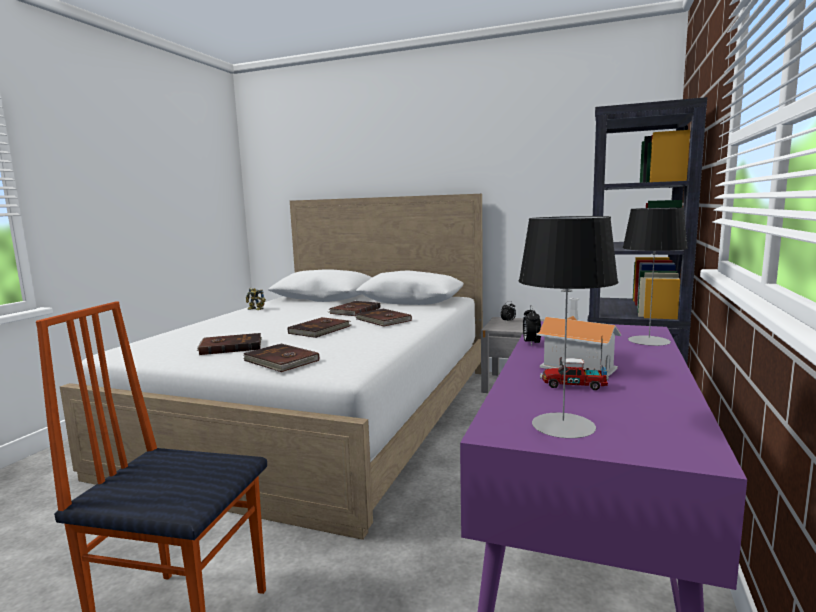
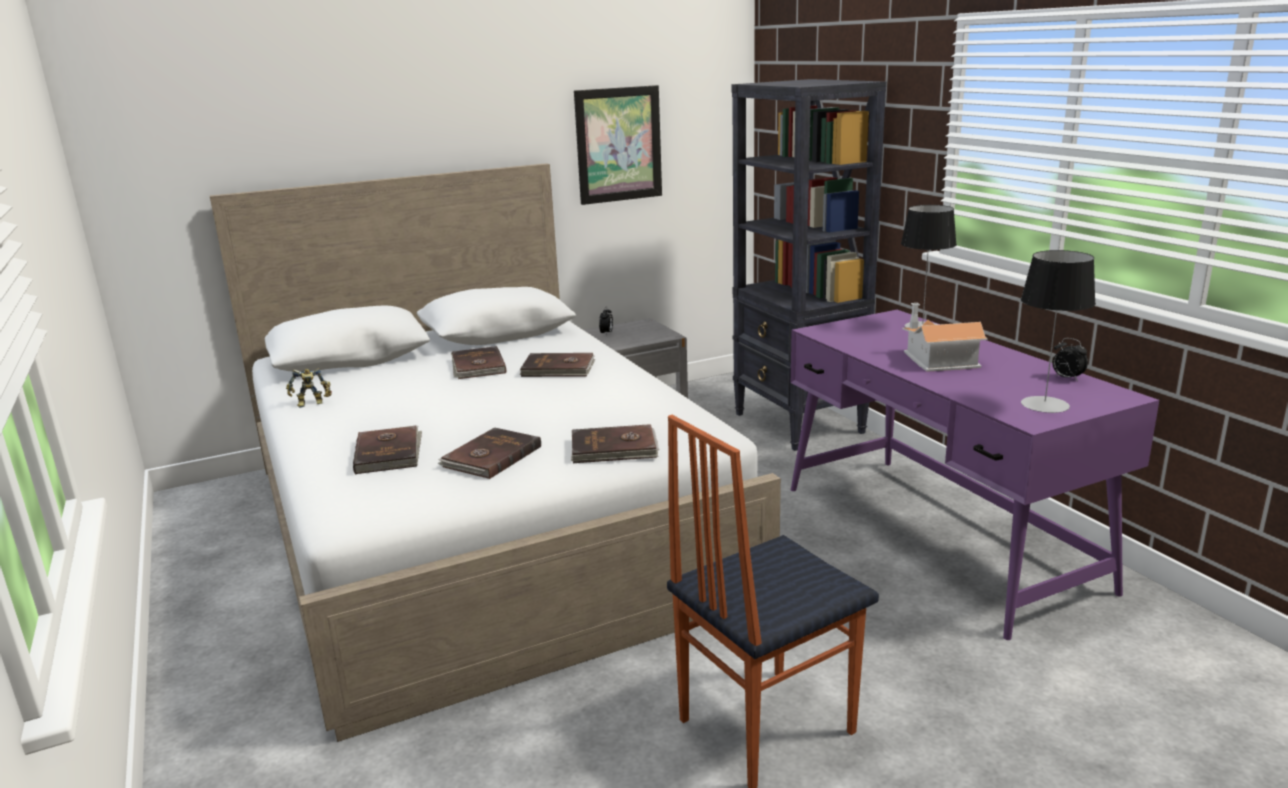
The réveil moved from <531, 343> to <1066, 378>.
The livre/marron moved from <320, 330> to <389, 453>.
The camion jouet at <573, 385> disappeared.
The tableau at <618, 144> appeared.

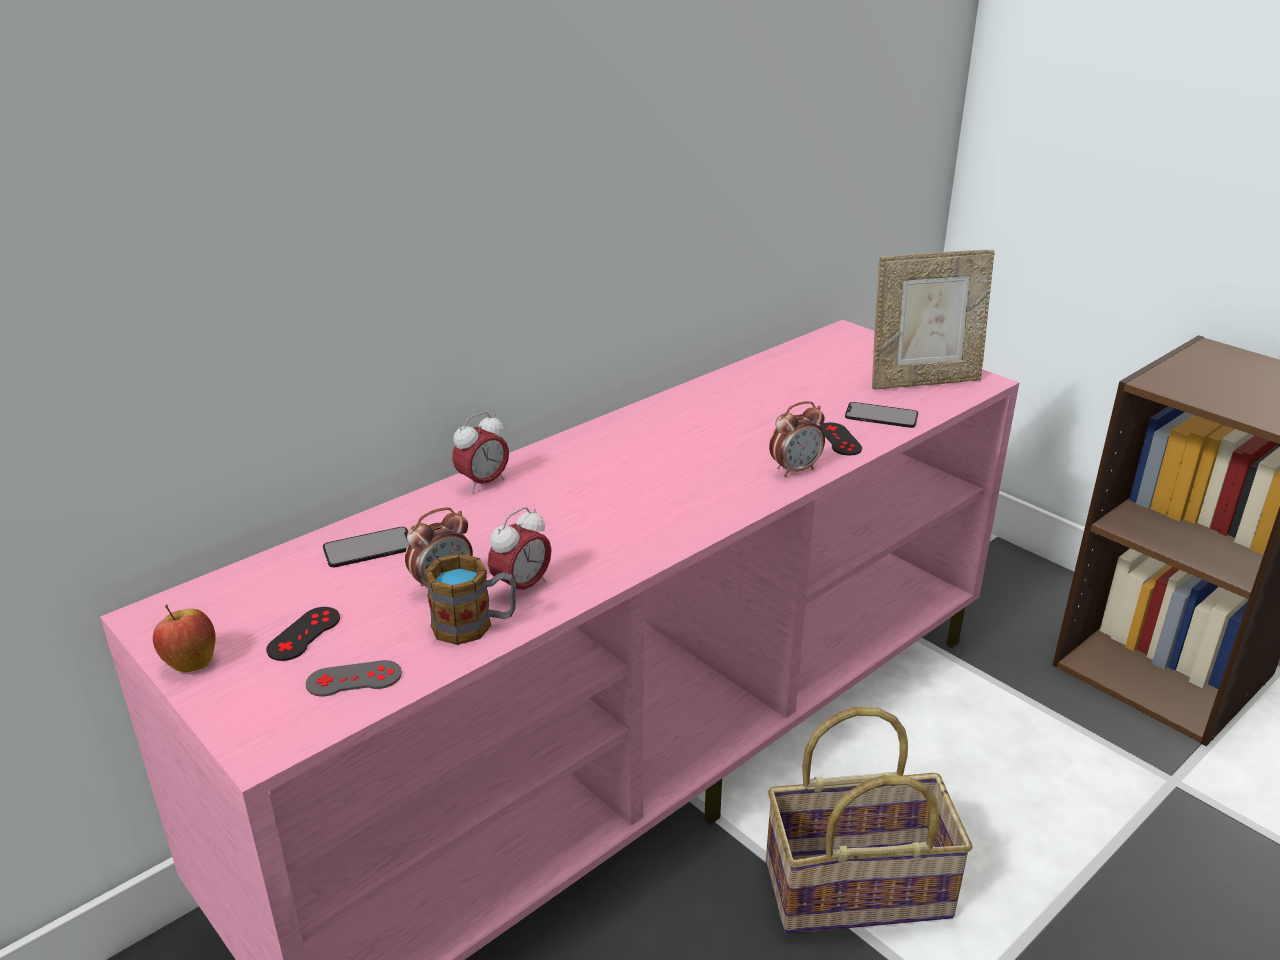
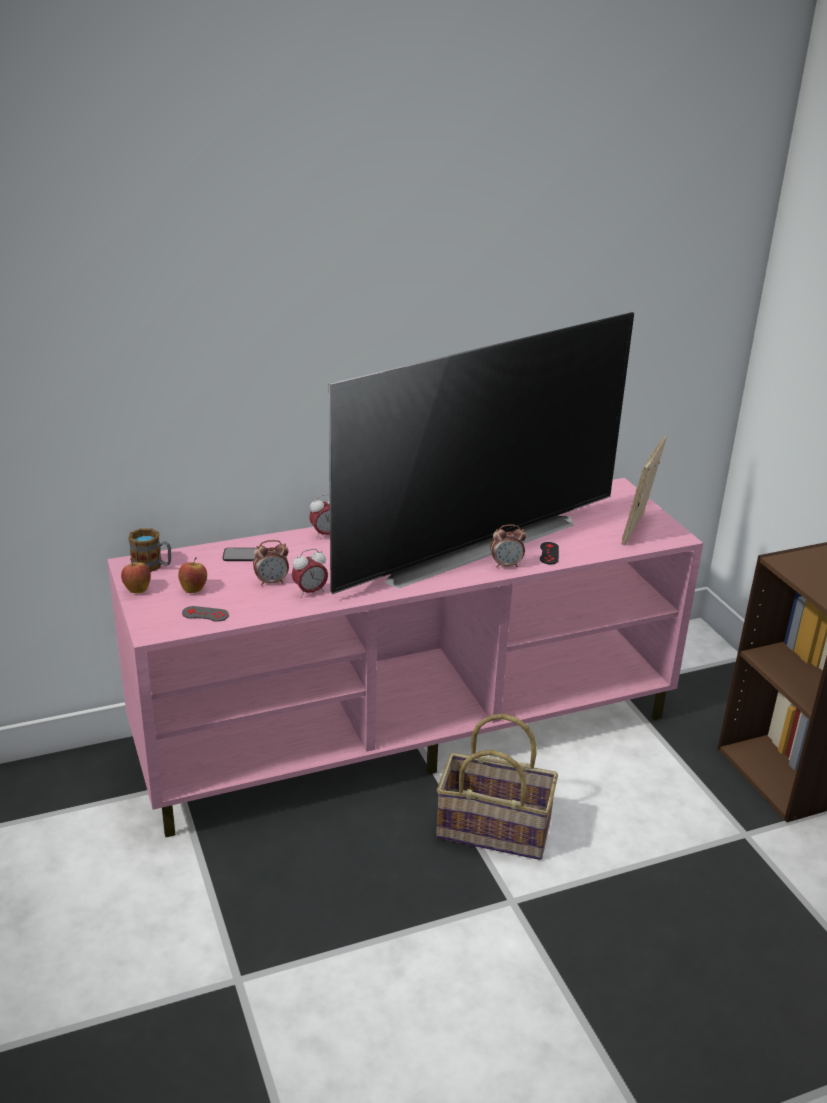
The cadre photo at <923, 381> turned 105 degrees clockwise.
The téléphone at <881, 415> disappeared.
The mug moved from <474, 625> to <152, 566>.
The manette/noir at <304, 634> was replaced by the pomme at <193, 589>.
The téléviseur at <471, 542> appeared.

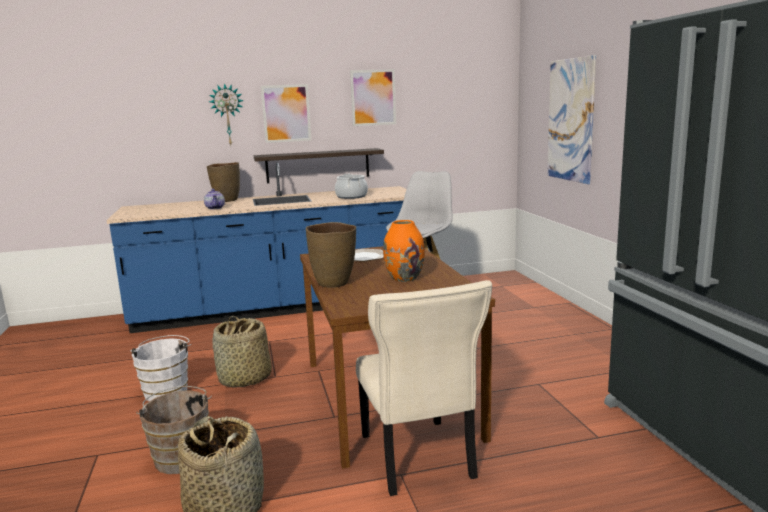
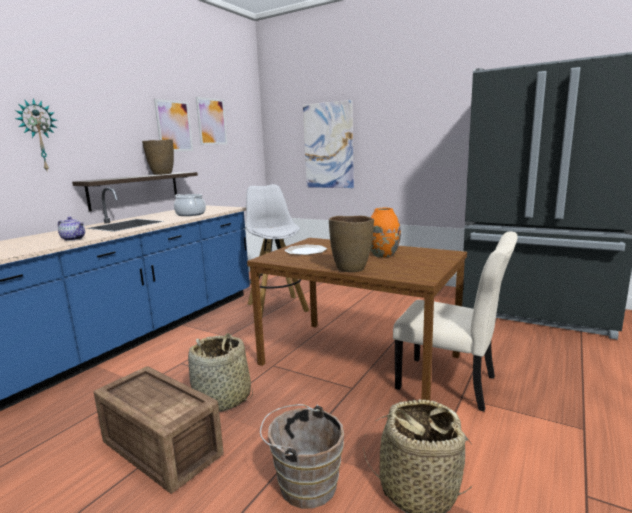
The tableau moved from <286, 113> to <211, 121>.
The vase/marron moved from <226, 200> to <162, 174>.
The seau/blanc at <167, 390> was replaced by the caisse at <162, 446>.

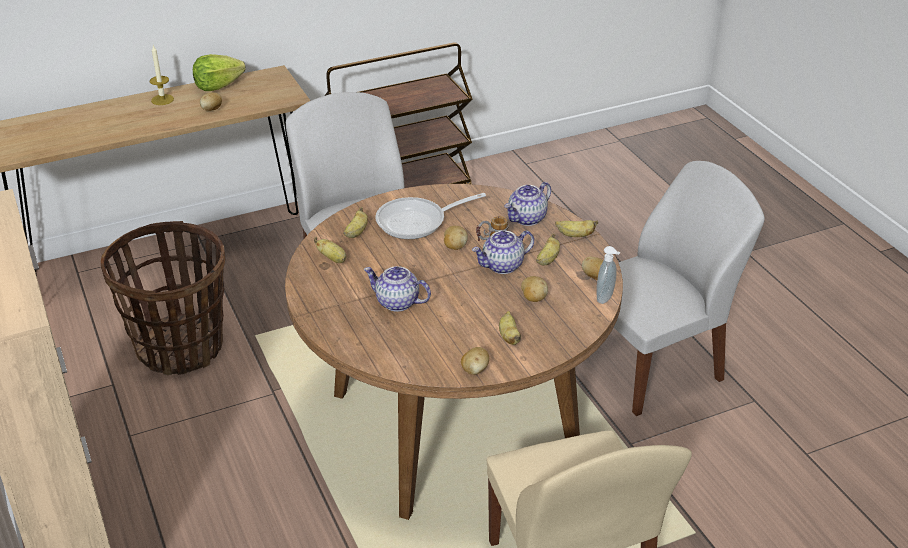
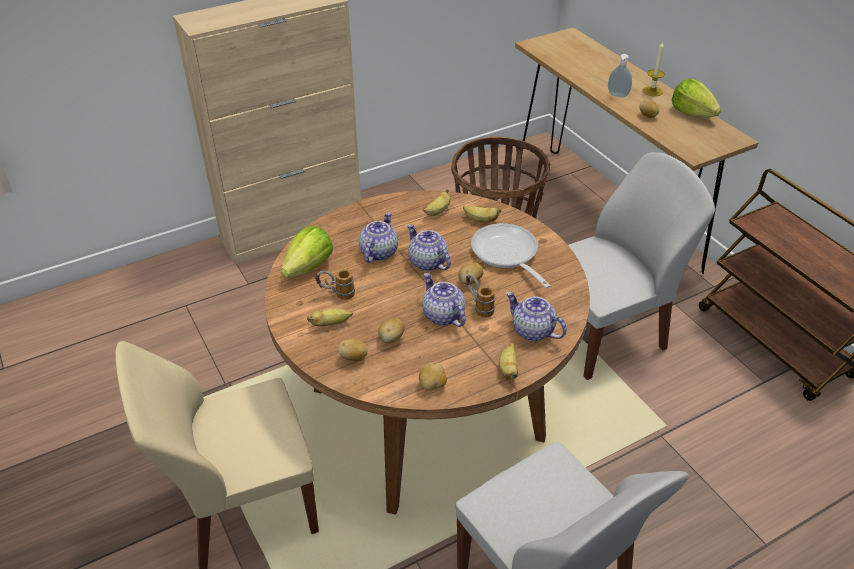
The banane at <547, 260> disappeared.
The distributeur de savon moved from <606, 298> to <617, 96>.
The pomme de terre moved from <475, 370> to <353, 358>.
The théière at <427, 262> appeared.
The laitue at <309, 267> appeared.
The mug at <336, 294> appeared.

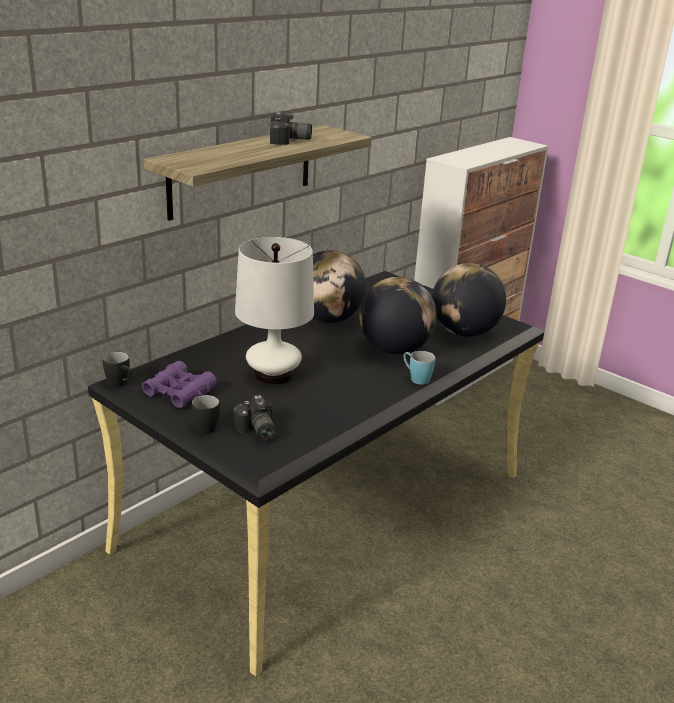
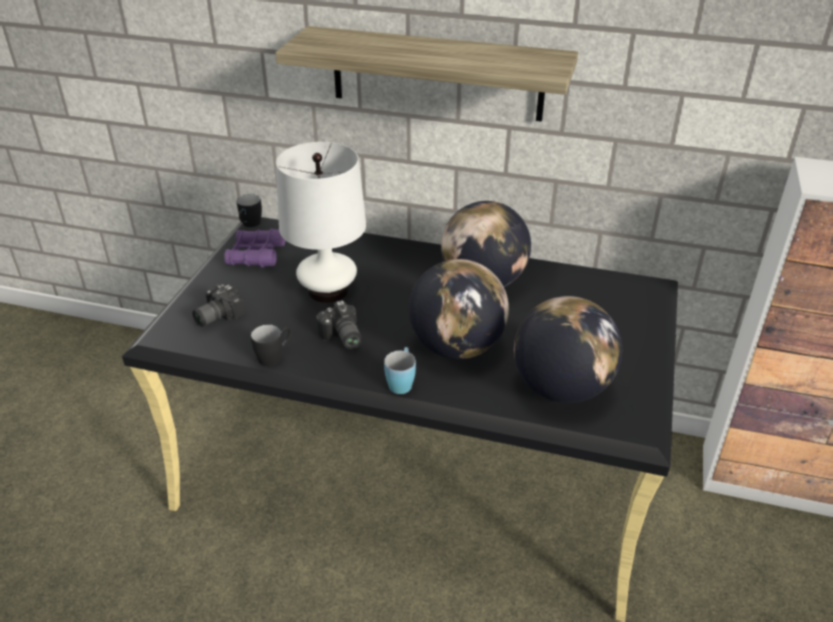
The appareil photo moved from <290, 141> to <341, 338>.
The mug/noir moved from <205, 425> to <274, 356>.

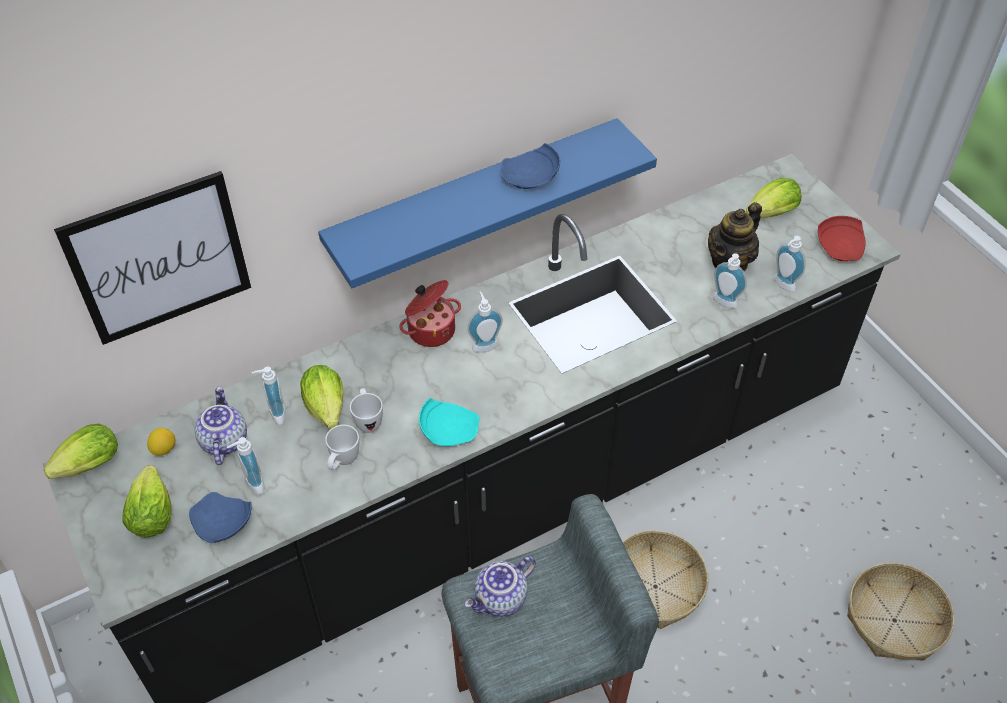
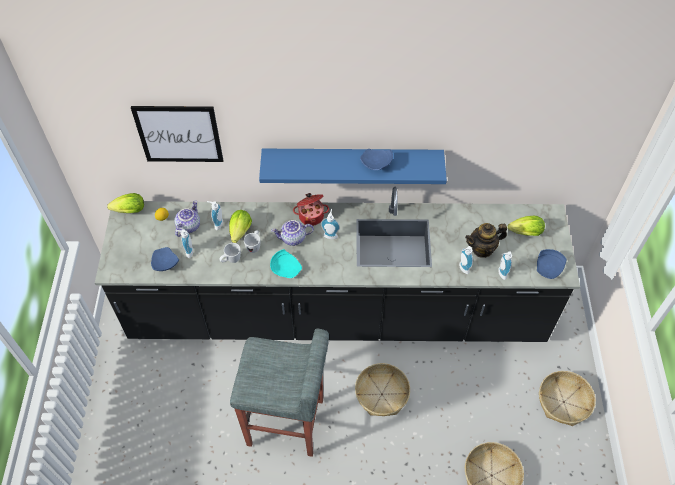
The assiette/rouge at <841, 247> became the assiette/bleu at <549, 268>.
The laitue at <152, 511> disappeared.
The théière moved from <501, 599> to <293, 239>.
The panier at <564, 402> appeared.

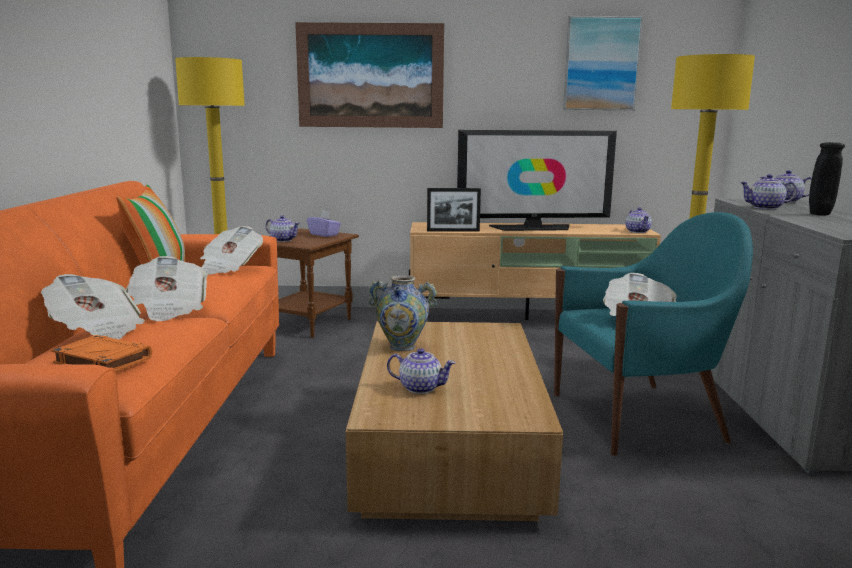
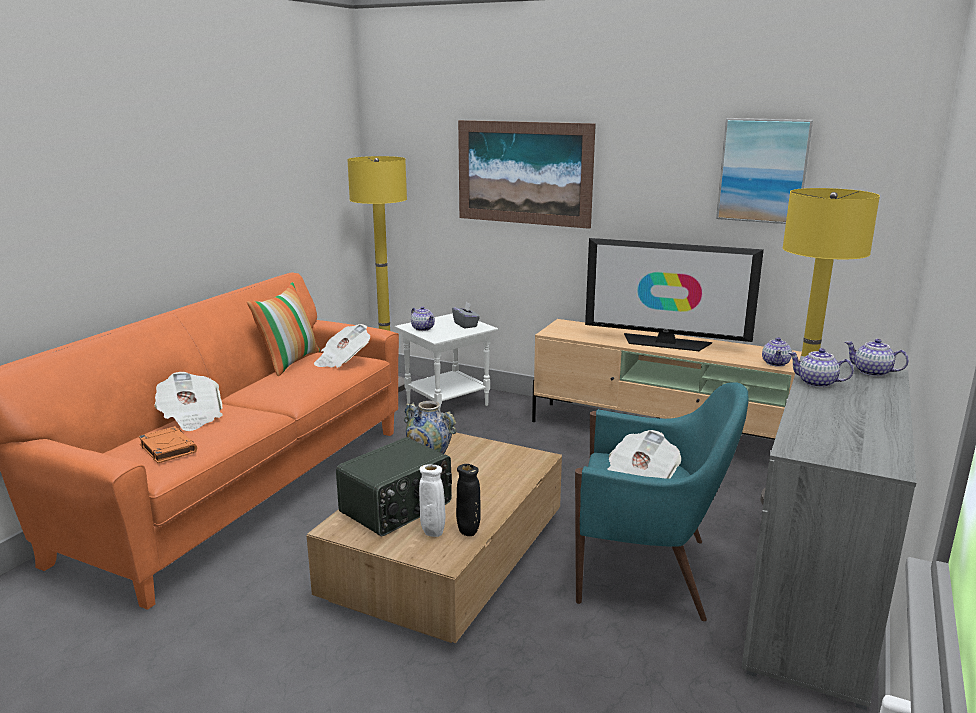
The vase/noir moved from <820, 215> to <468, 533>.
The cadre photo at <453, 231> disappeared.
The boîte à mouchoirs/violet at <324, 234> became the boîte à mouchoirs/gris at <466, 325>.
The table d'appoint/marron at <308, 323> became the table d'appoint/blanc at <448, 404>.
The journal at <169, 309> disappeared.
The théière at <420, 387> was replaced by the radio at <397, 508>.
The vase/blanc at <432, 534> appeared.

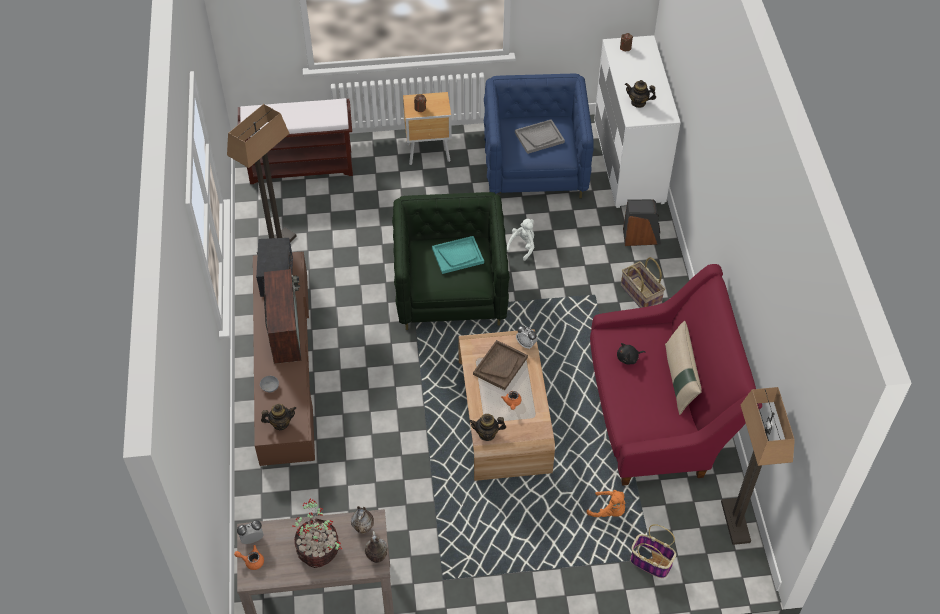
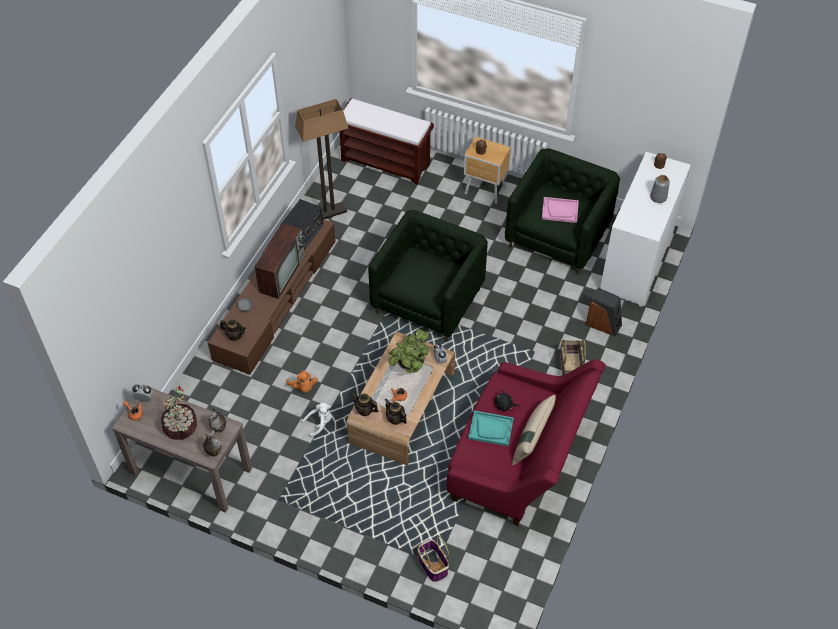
The fauteuil/bleu at <535, 169> became the fauteuil/vert at <558, 236>.
The théière moved from <638, 102> to <395, 419>.
The plateau/gris at <539, 137> became the plateau/rose at <560, 210>.
The peluche/blanc moved from <522, 246> to <320, 423>.
The plateau/turquoise moved from <458, 256> to <491, 429>.
The plateau/marron at <500, 366> was replaced by the plante en pot at <409, 367>.
The lampadaire at <736, 522> disappeared.
The peluche/orange moved from <609, 511> to <303, 387>.
The vase/gris at <658, 197> appeared.

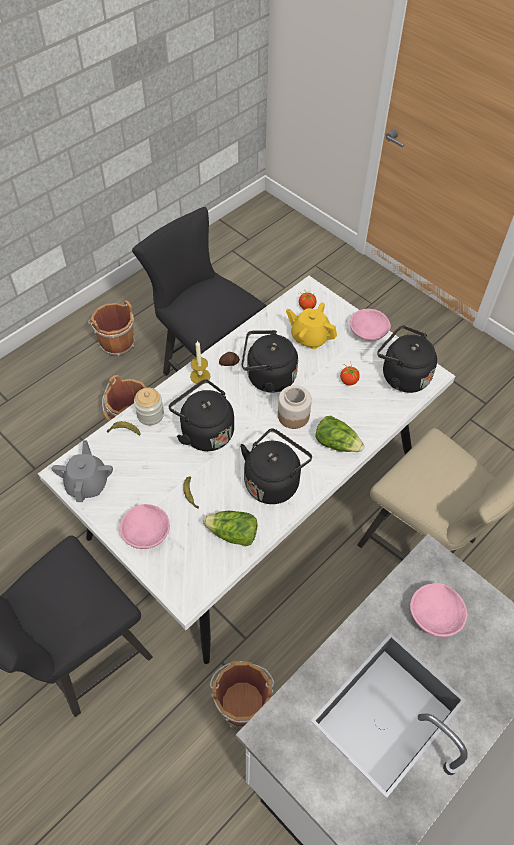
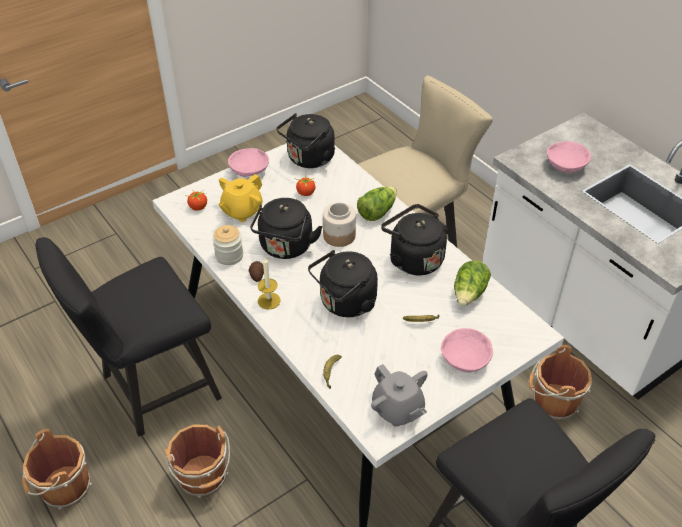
The bocal moved from <150, 415> to <229, 256>.
The théière/gris at <87, 483> turned 135 degrees counterclockwise.

